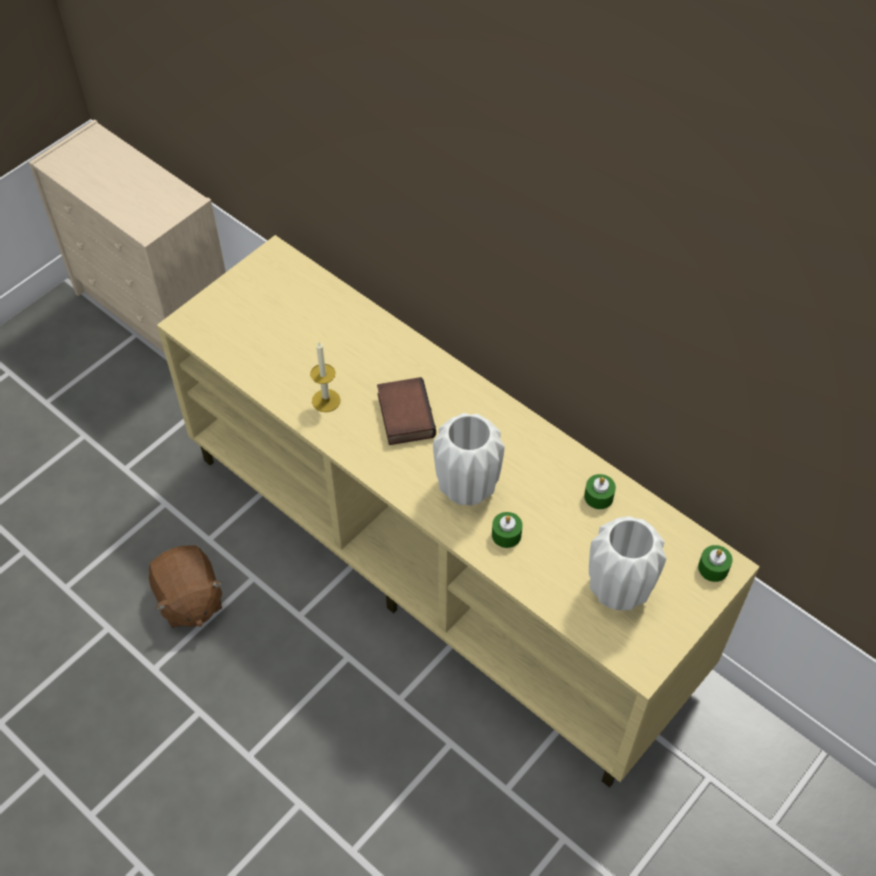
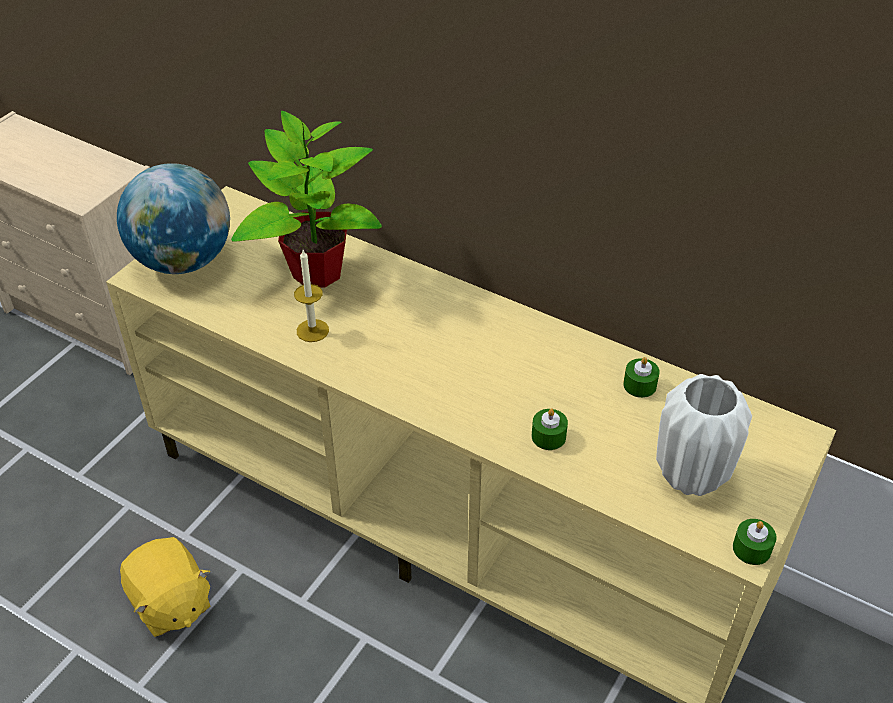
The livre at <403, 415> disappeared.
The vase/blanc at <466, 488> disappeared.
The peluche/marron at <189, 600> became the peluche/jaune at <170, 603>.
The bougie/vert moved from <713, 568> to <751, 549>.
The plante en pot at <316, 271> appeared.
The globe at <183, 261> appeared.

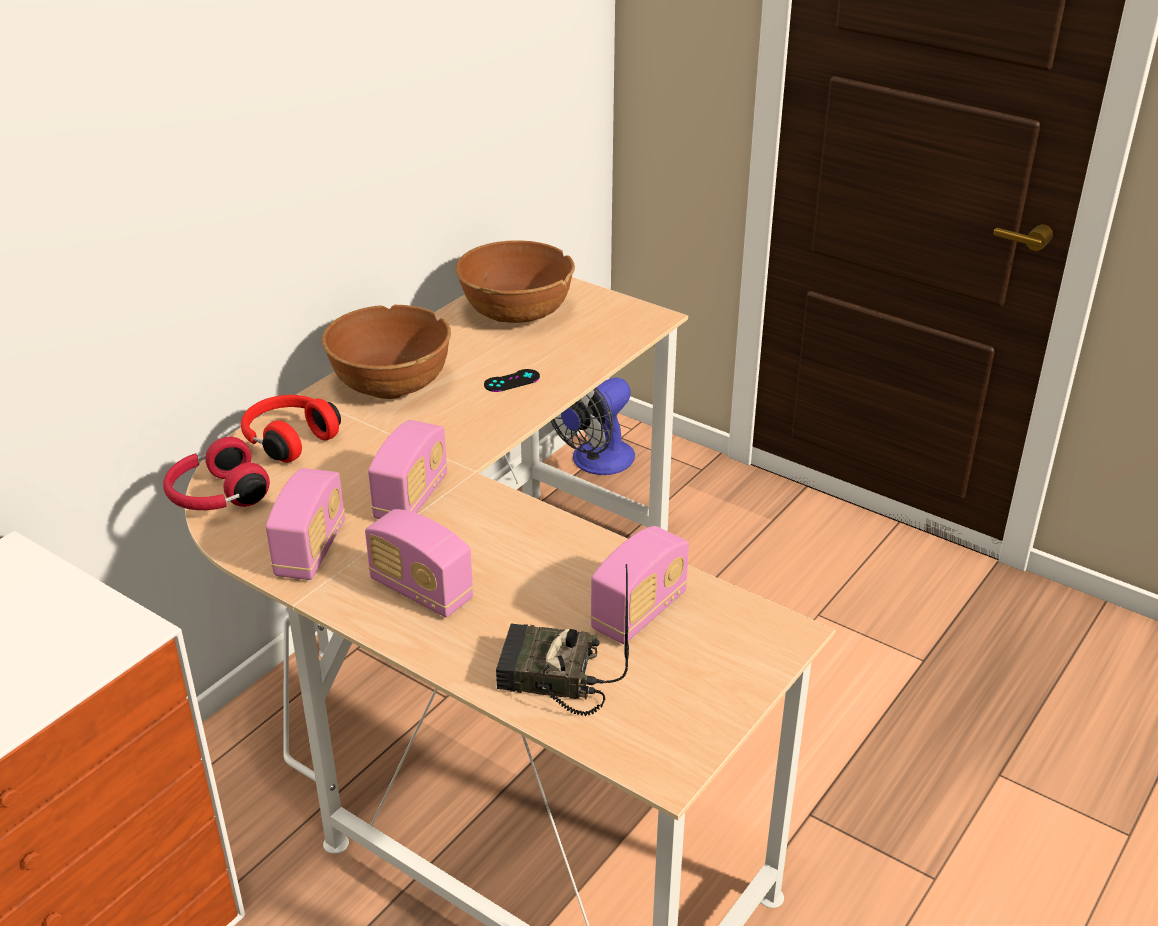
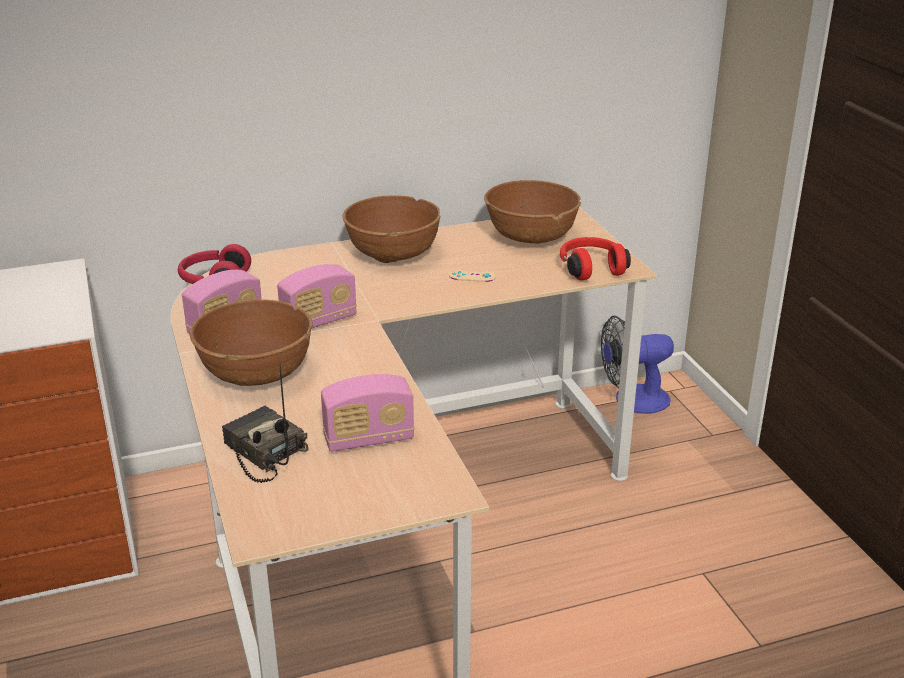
The manette/noir at <512, 381> became the manette/beige at <472, 276>.
The casque audio/rouge moved from <288, 440> to <591, 268>.
The radio at <421, 591> was replaced by the bol/marron at <256, 373>.

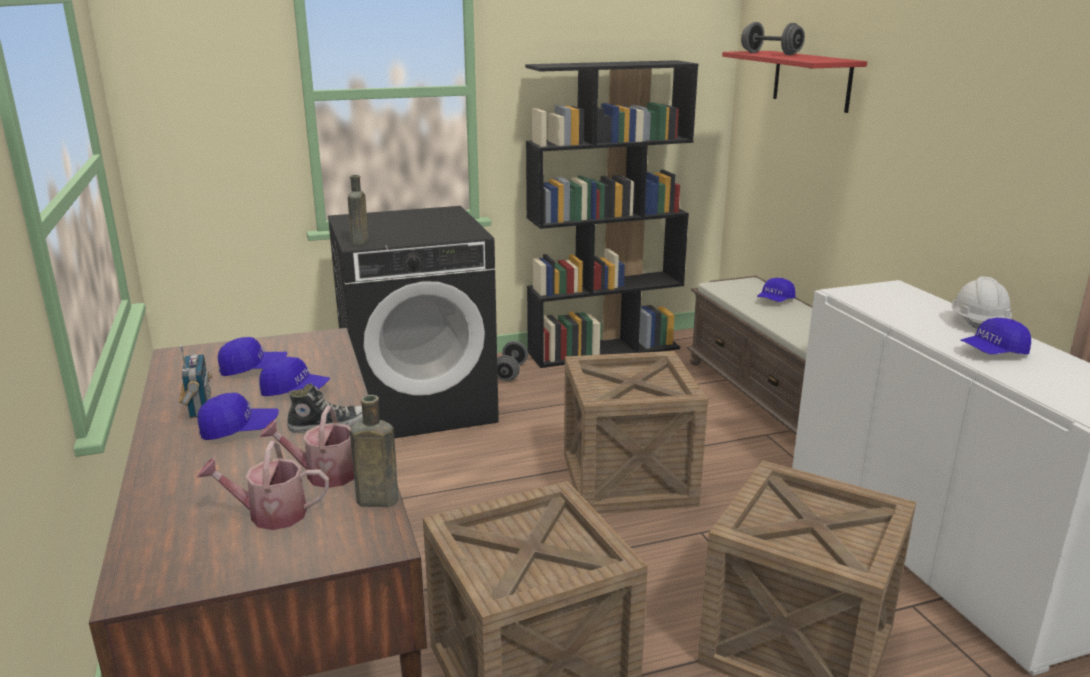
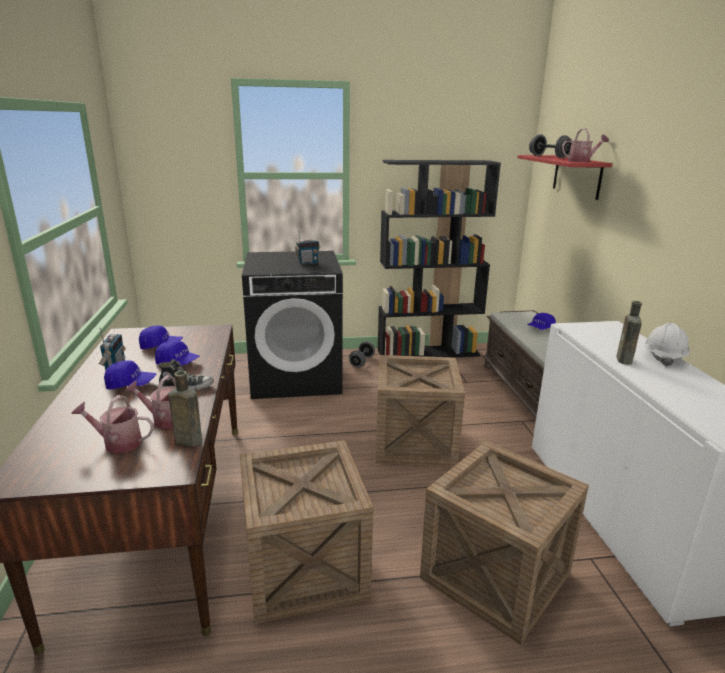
The bouteille/marron moved from <359, 242> to <624, 360>.
The casquette/bleu at <993, 352> disappeared.
The arrosoir at <582, 161> appeared.
The radio at <308, 263> appeared.

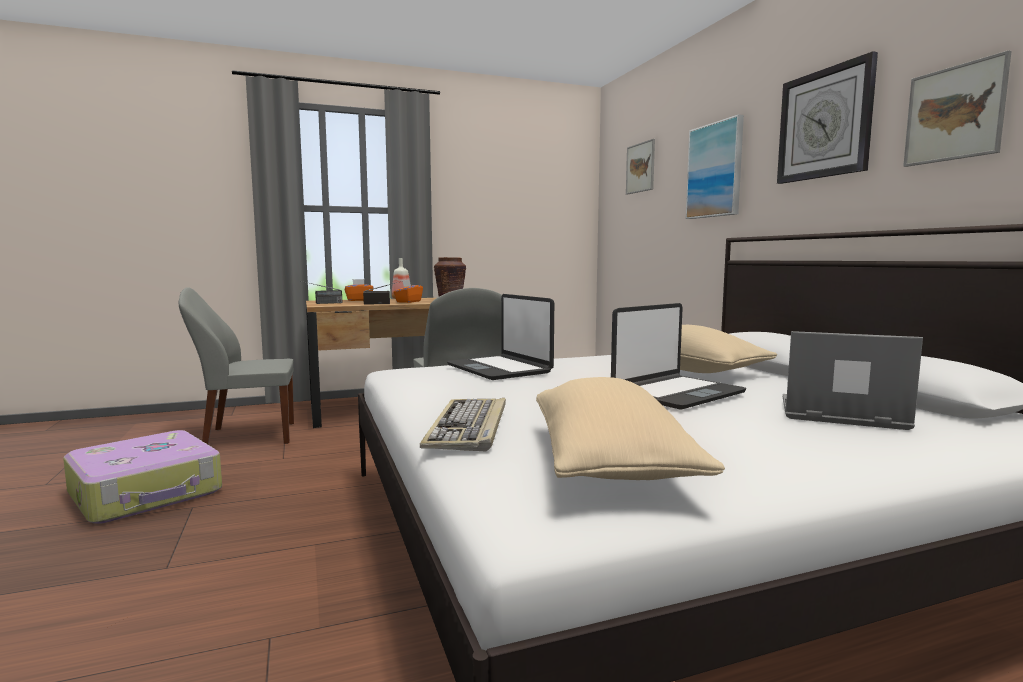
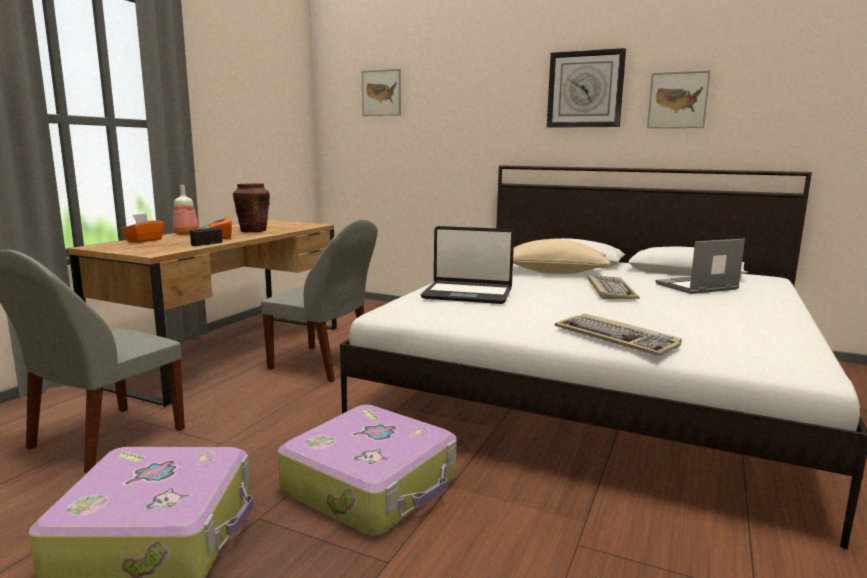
The tableau at <715, 170> disappeared.
The radio at <322, 303> disappeared.
The ordinateur portable at <676, 393> was replaced by the clavier at <610, 290>.
The coussin/beige at <609, 462> disappeared.
The valise at <372, 485> appeared.

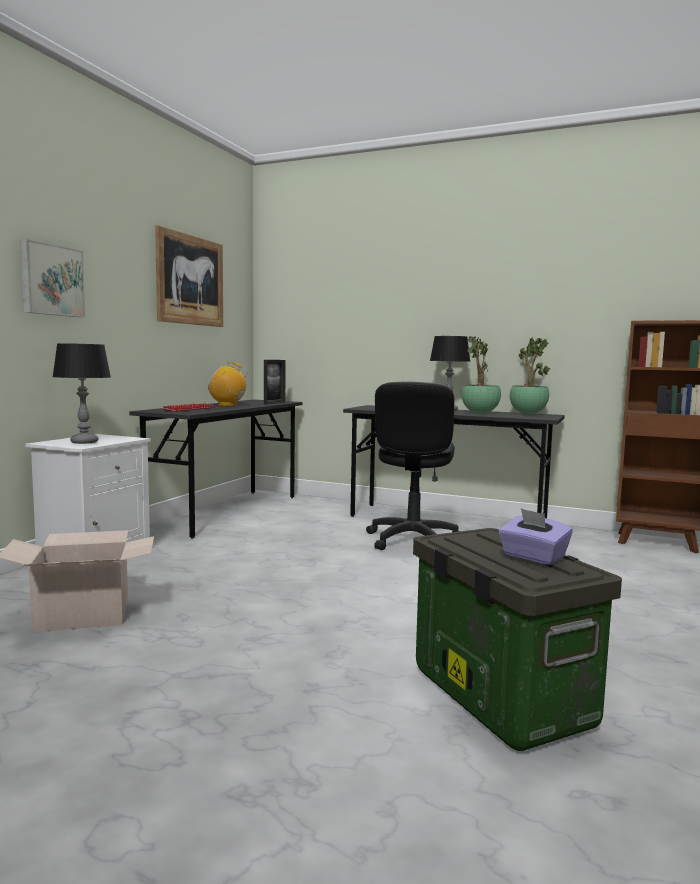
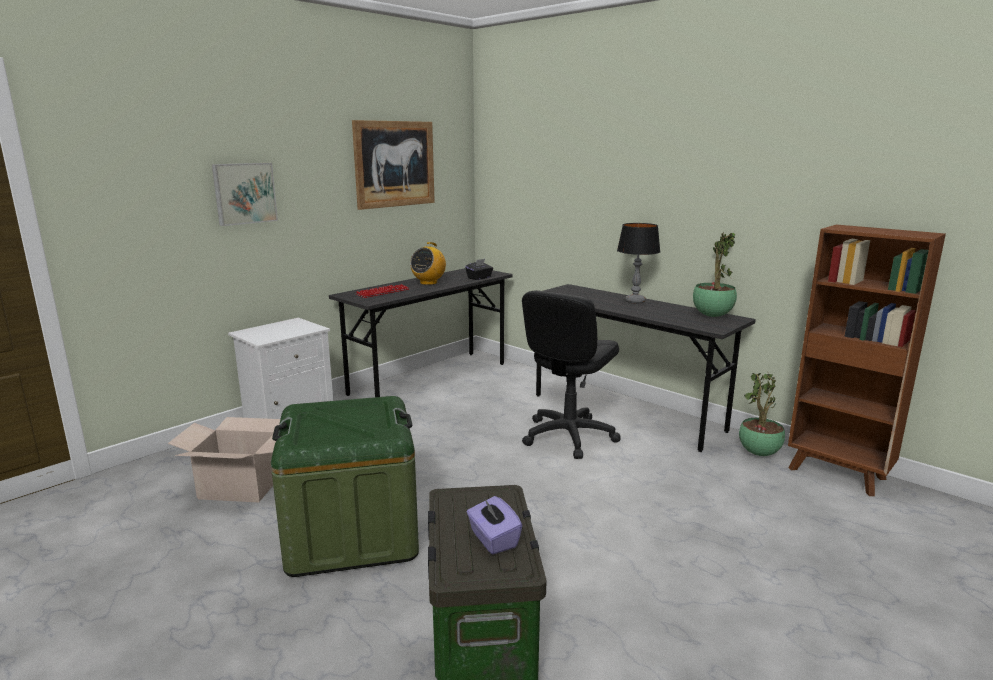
The plante en pot moved from <480, 413> to <758, 454>.
The lampe de table at <84, 442> disappeared.
The cadre photo at <274, 403> was replaced by the boîte à mouchoirs/noir at <479, 278>.
The radio at <227, 405> turned 90 degrees counterclockwise.
The boîte de rangement/vert at <352, 533> appeared.

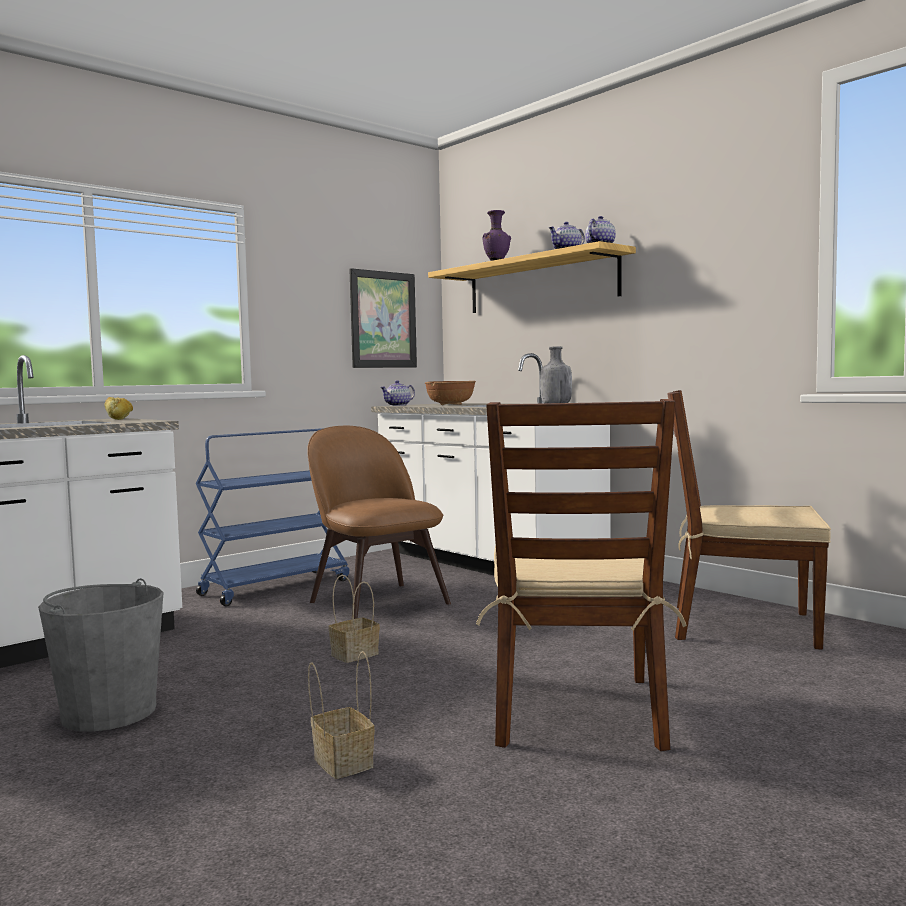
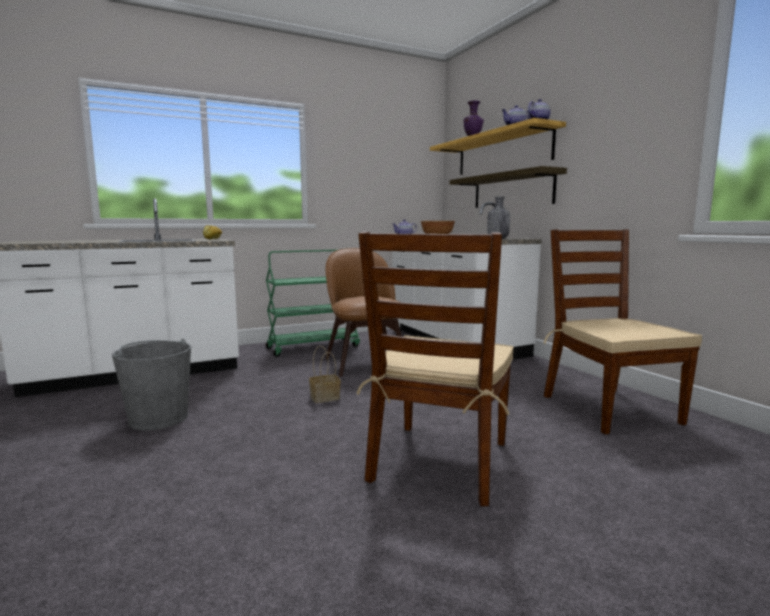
The tableau at <383, 319> disappeared.
The chaise/marron at <741, 626> turned 45 degrees clockwise.
The chariot/bleu at <276, 587> became the chariot/vert at <313, 347>.
The panier at <341, 762> disappeared.
The étagère at <512, 190> appeared.

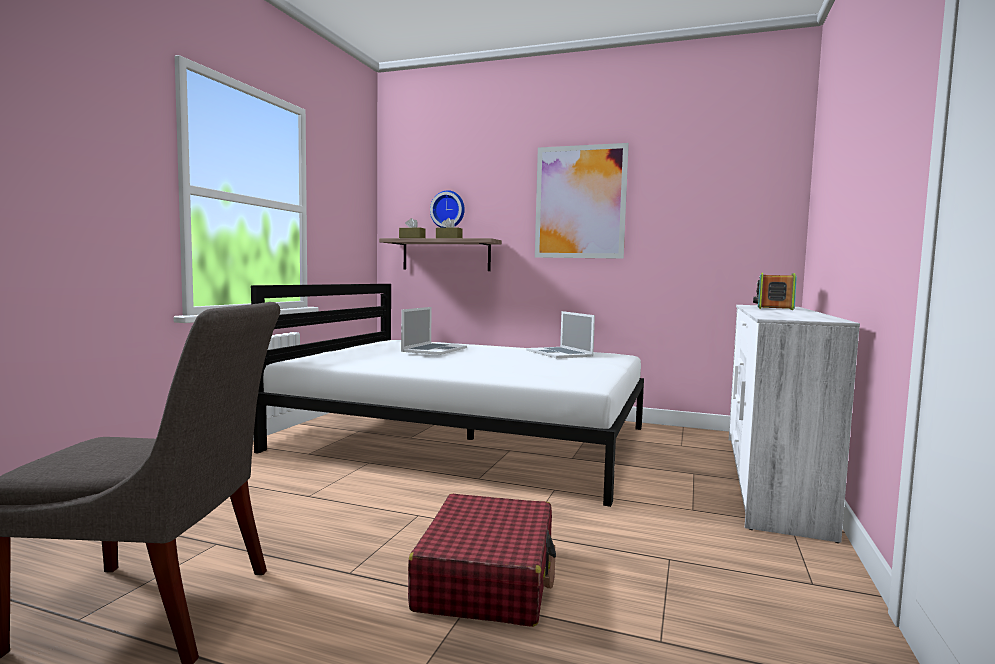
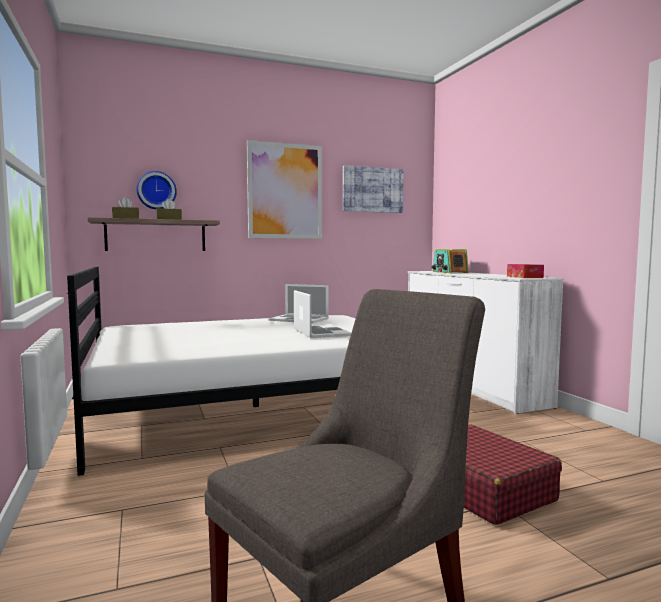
The ordinateur portable moved from <434, 349> to <321, 332>.
The tableau at <372, 190> appeared.
The boîte à mouchoirs at <524, 277> appeared.

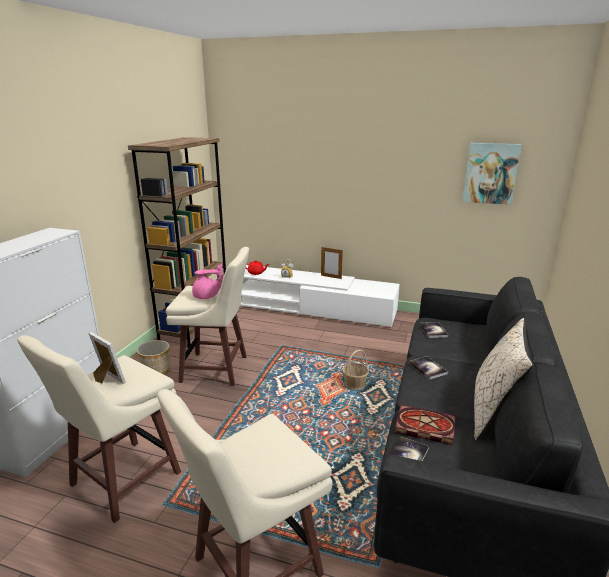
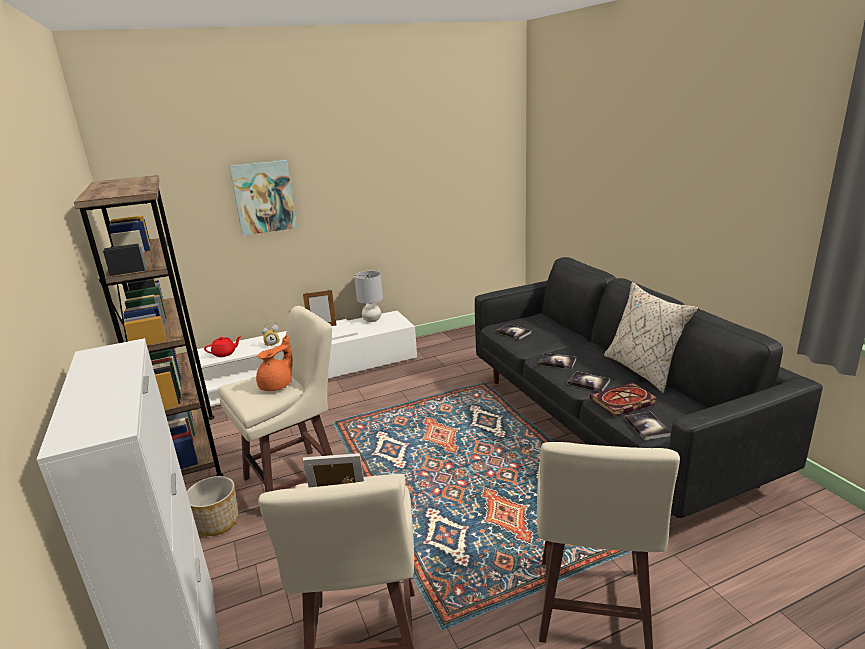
The tableau moved from <490, 173> to <264, 197>.
The théière/rose at <207, 296> became the théière/orange at <277, 385>.
The panier at <354, 384> disappeared.
The lampe de table/gris at <372, 320> appeared.
The livre at <588, 382> appeared.

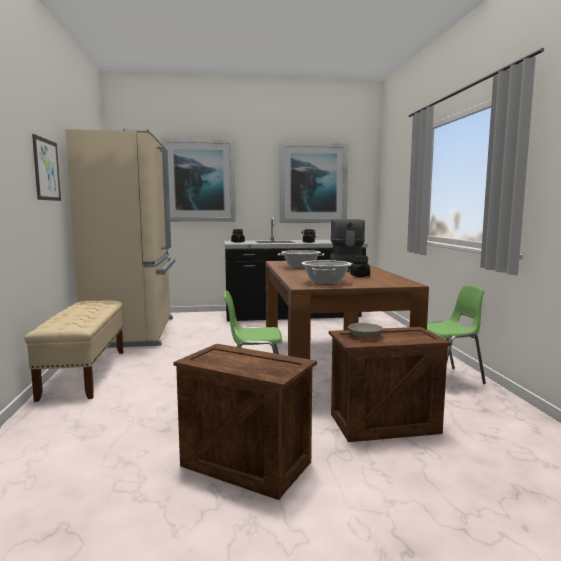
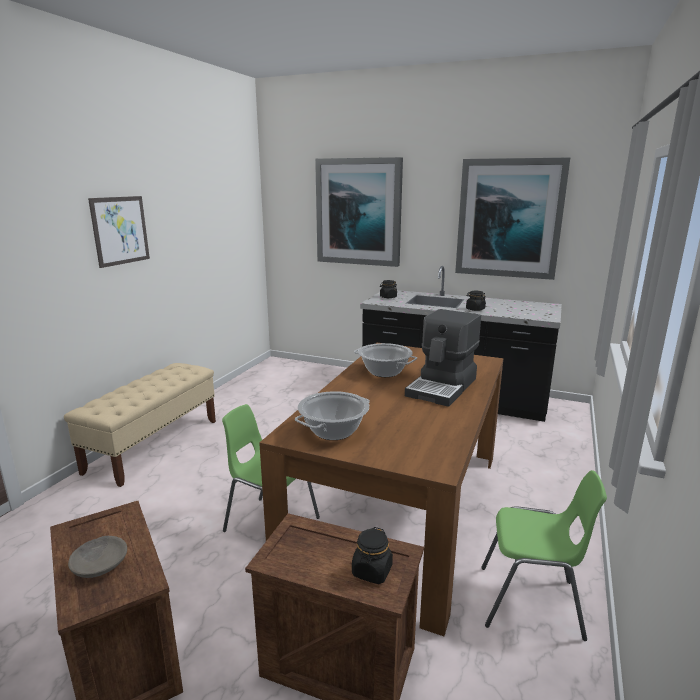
The réfrigérateur/beige at <134, 332> disappeared.
The bocal/noir moved from <360, 276> to <372, 571>.
The bol/gris moved from <364, 335> to <100, 563>.

